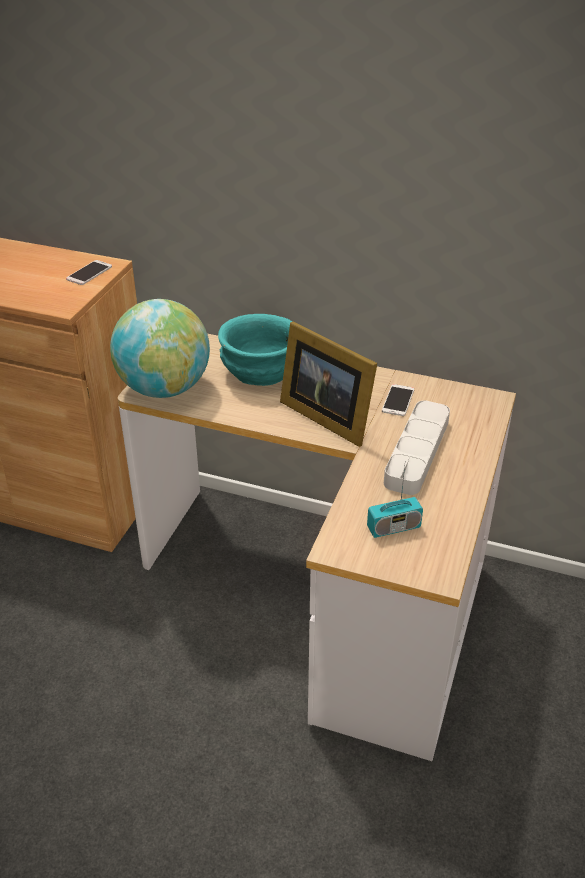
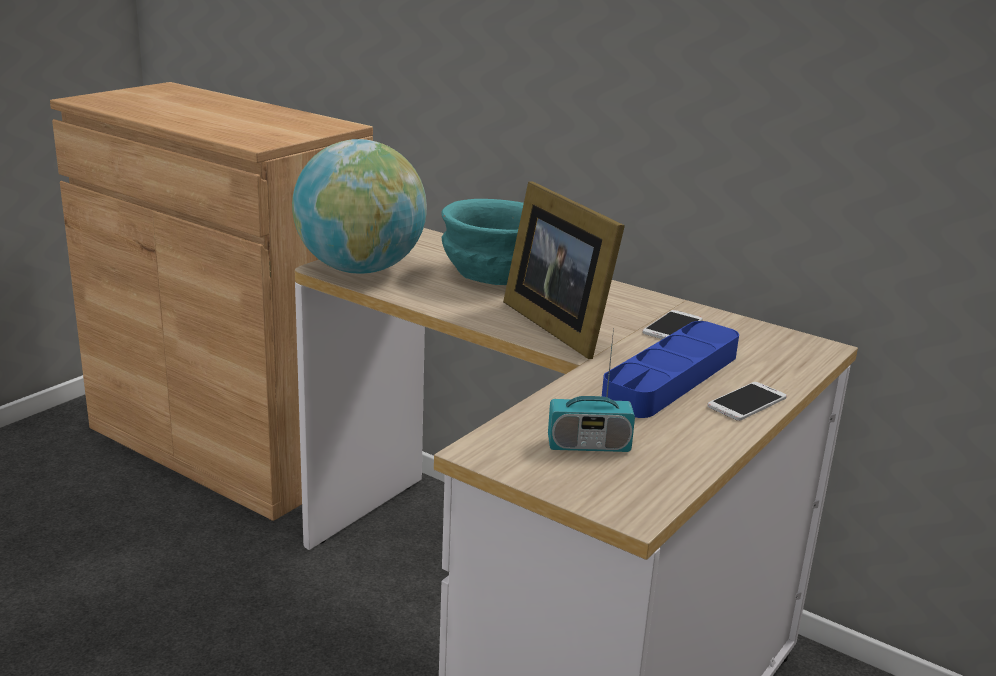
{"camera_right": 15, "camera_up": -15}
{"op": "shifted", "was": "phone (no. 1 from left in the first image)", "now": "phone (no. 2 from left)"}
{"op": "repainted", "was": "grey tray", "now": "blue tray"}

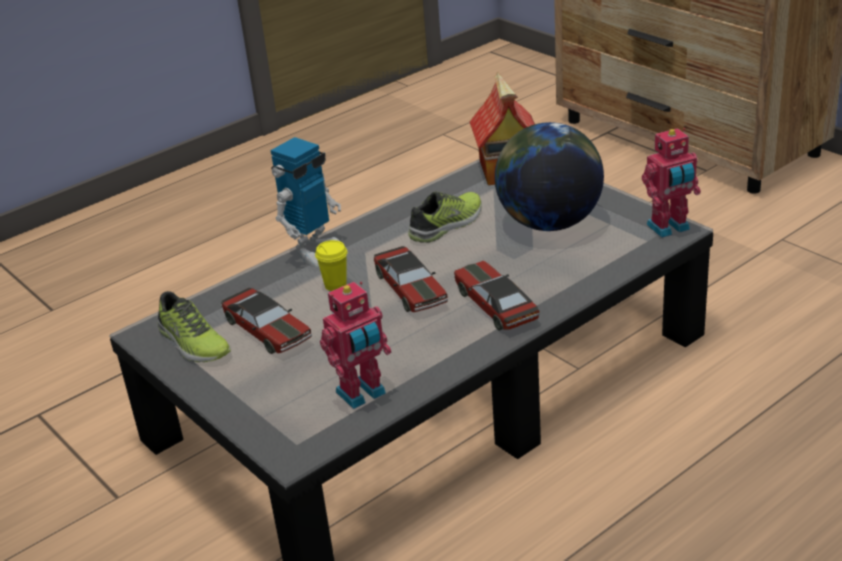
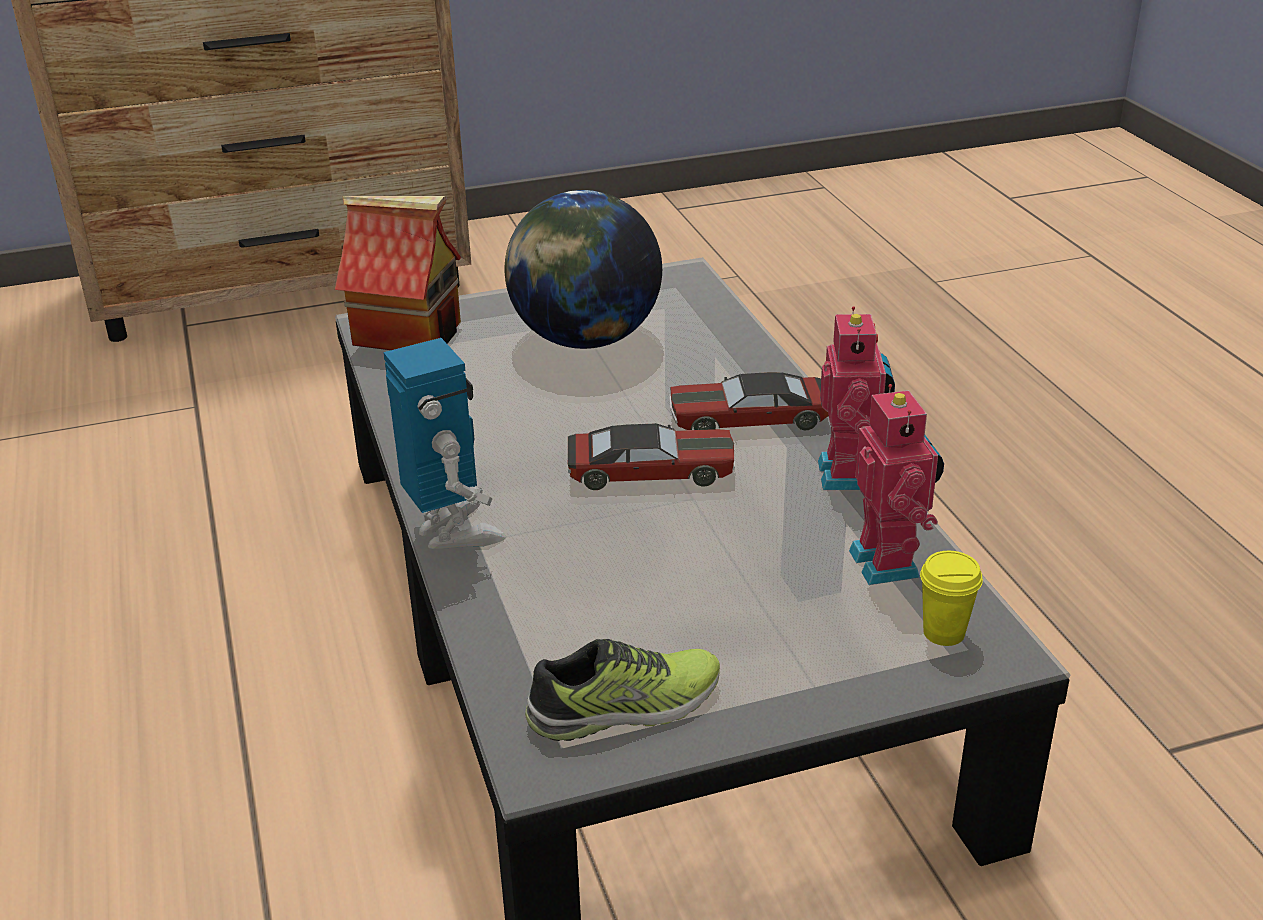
{"camera_right": -70, "camera_up": 0}
{"op": "shifted", "was": "toy robot (no. 3 from left in the first image)", "now": "toy robot (no. 2 from left)"}
{"op": "gone", "was": "shoe (no. 2 from left)"}
{"op": "shifted", "was": "yellow cup"}
{"op": "gone", "was": "toy car (no. 1 from left)"}

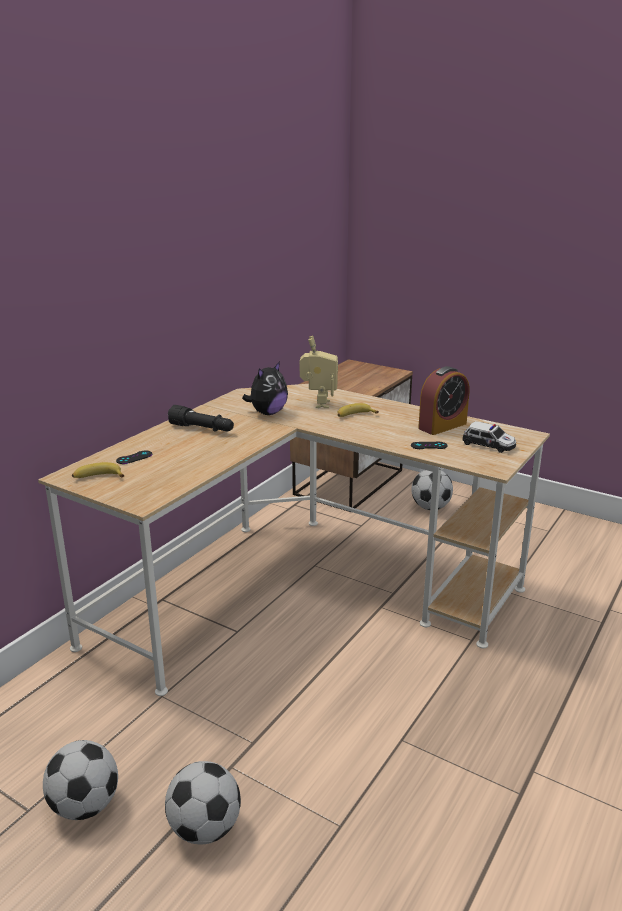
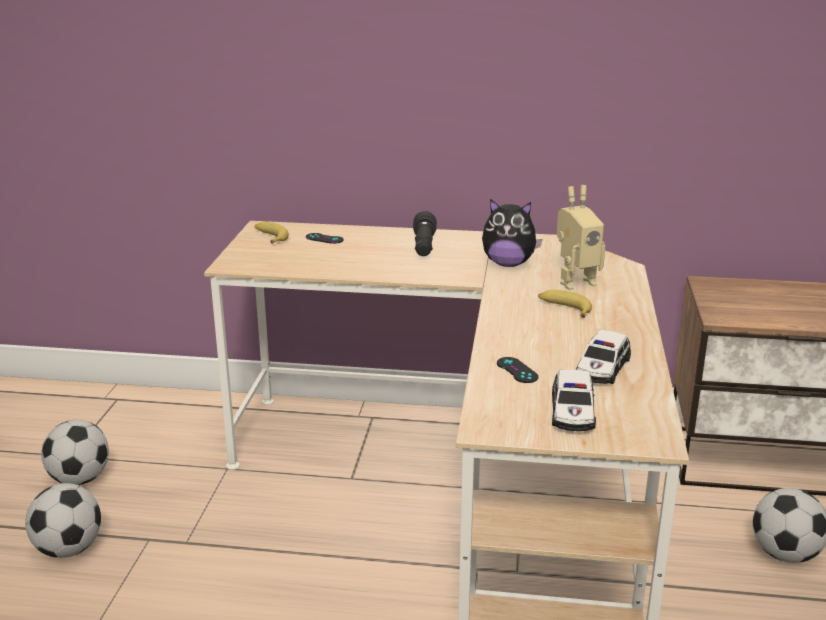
{"camera_right": 65, "camera_up": 0}
{"op": "swapped", "was": "alarm clock", "now": "toy car (no. 2 from left)"}

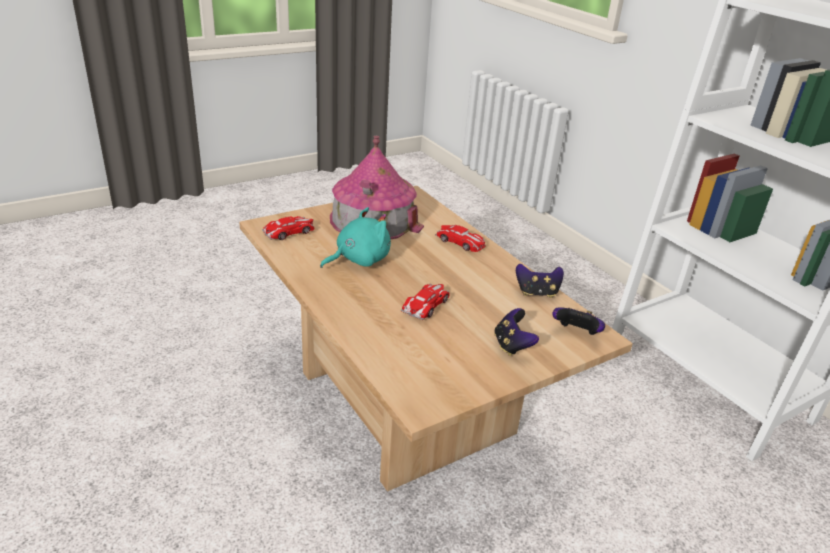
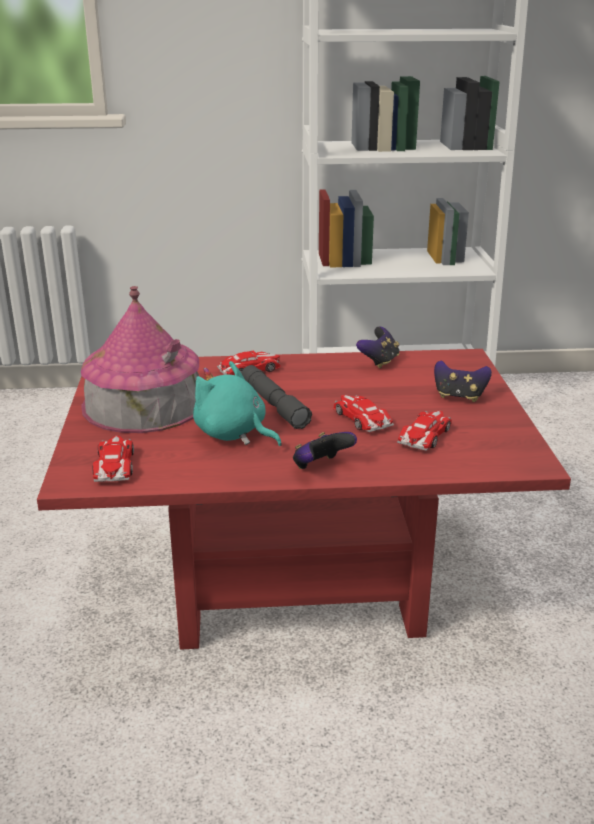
{"camera_right": -60, "camera_up": -5}
{"op": "repainted", "was": "beige coffee table", "now": "red coffee table"}
{"op": "rotated", "was": "turquoise plush toy", "clockwise": -45}
{"op": "shifted", "was": "game controller (no. 3 from left in the first image)", "now": "game controller (no. 1 from left)"}
{"op": "new", "now": "grey flashlight"}
{"op": "new", "now": "toy car (no. 4 from left)"}

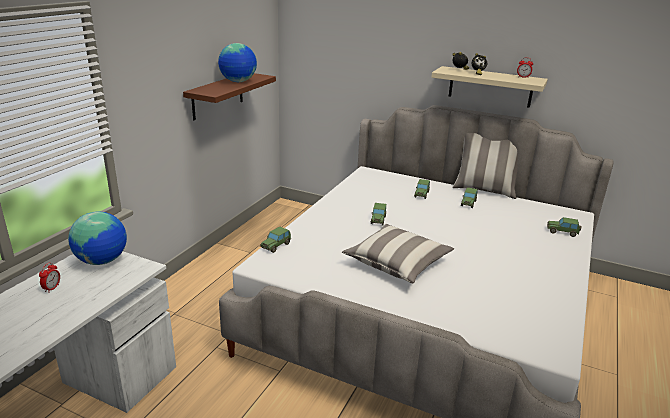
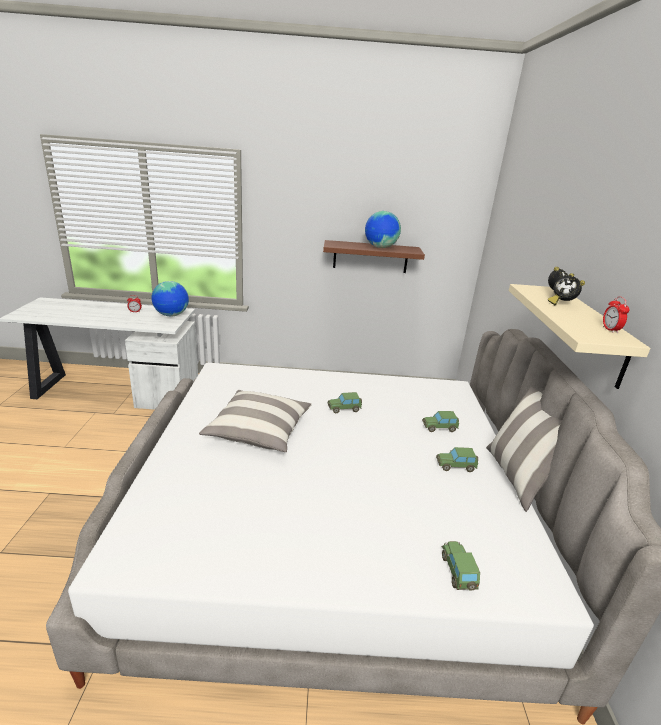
{"camera_right": 65, "camera_up": 0}
{"op": "gone", "was": "toy car (no. 1 from left)"}

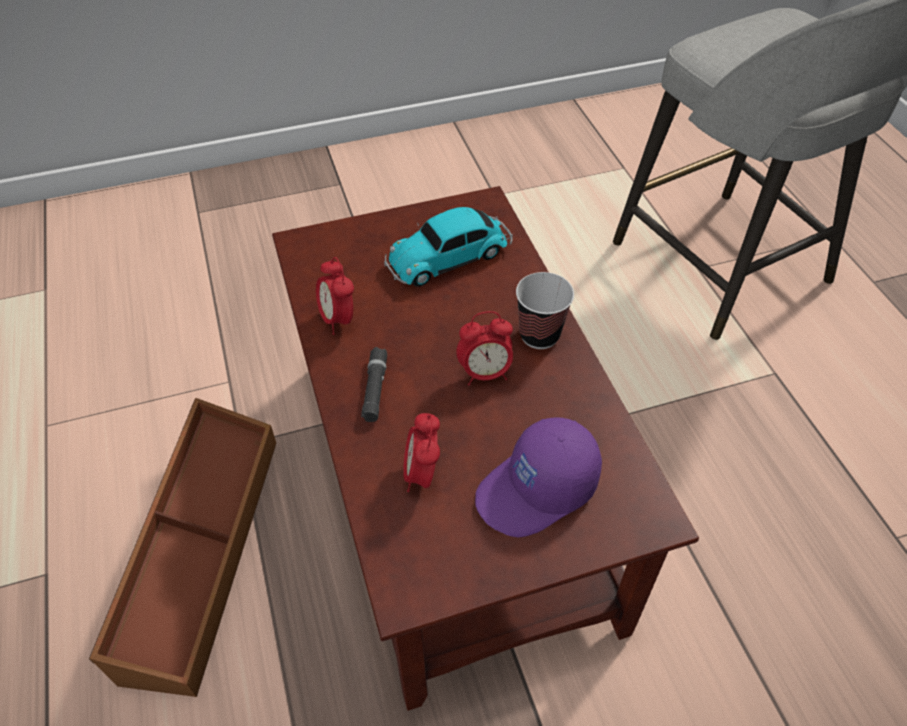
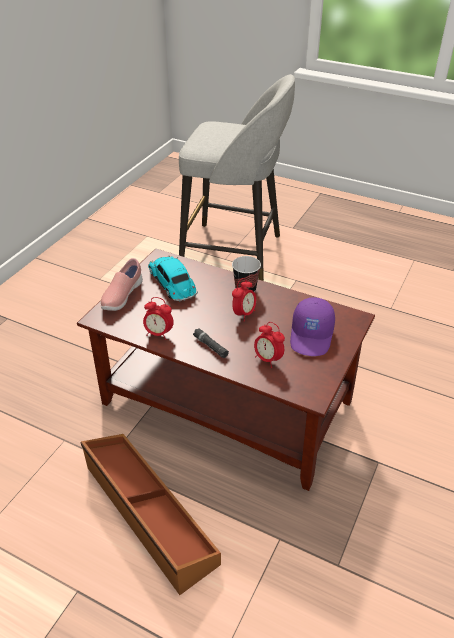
{"camera_right": -45, "camera_up": -10}
{"op": "rotated", "was": "toy car", "clockwise": 135}
{"op": "new", "now": "pink shoe"}

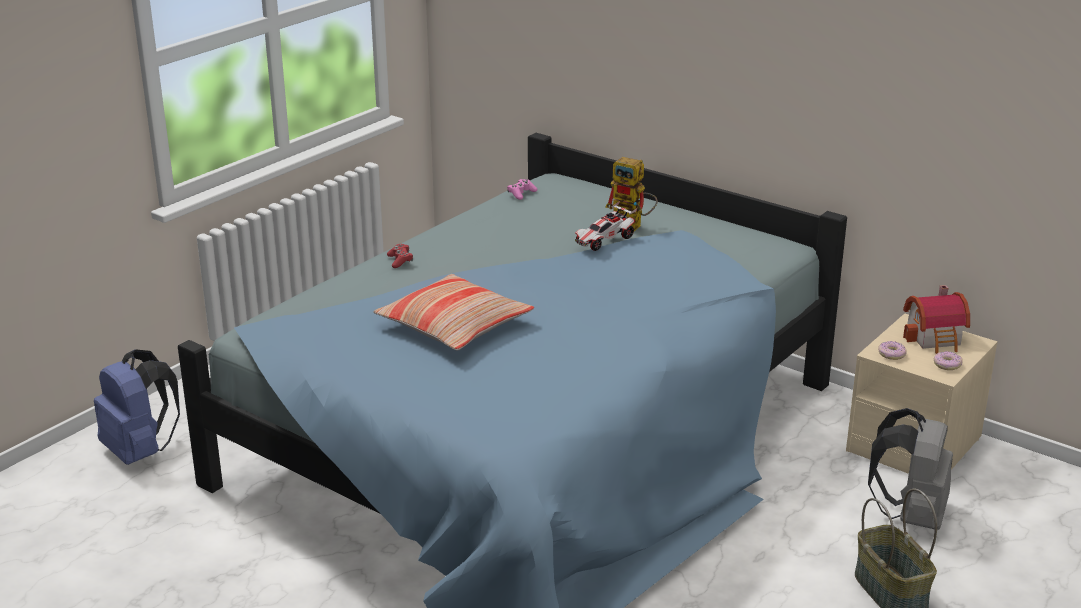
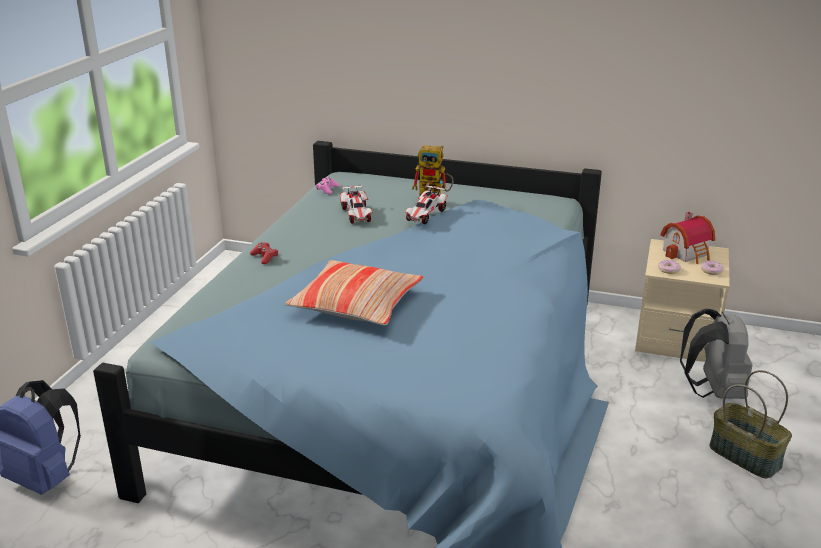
{"camera_right": -20, "camera_up": 0}
{"op": "new", "now": "toy car (no. 1 from left)"}

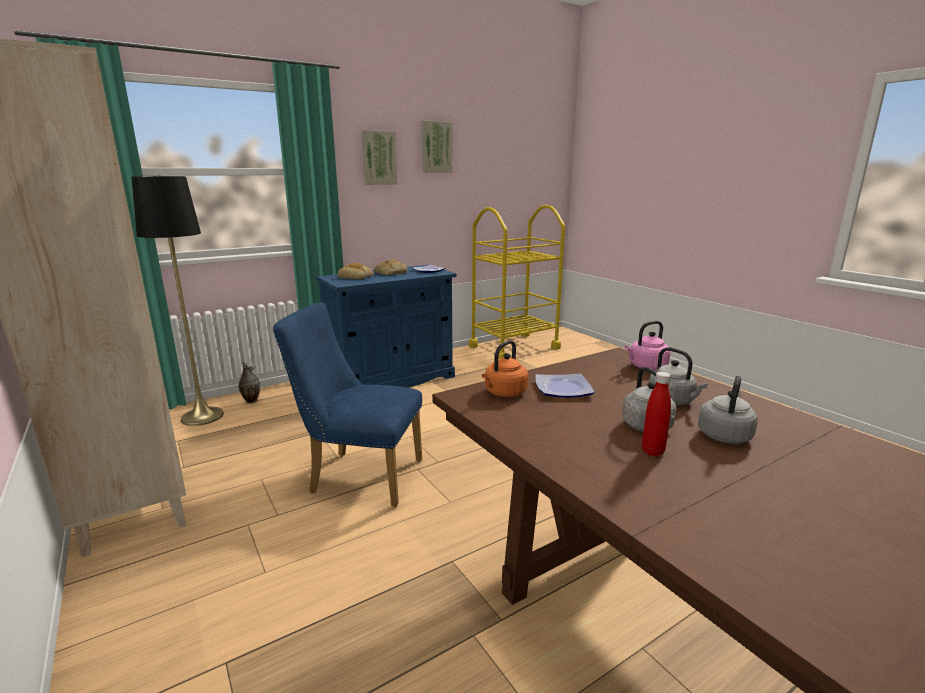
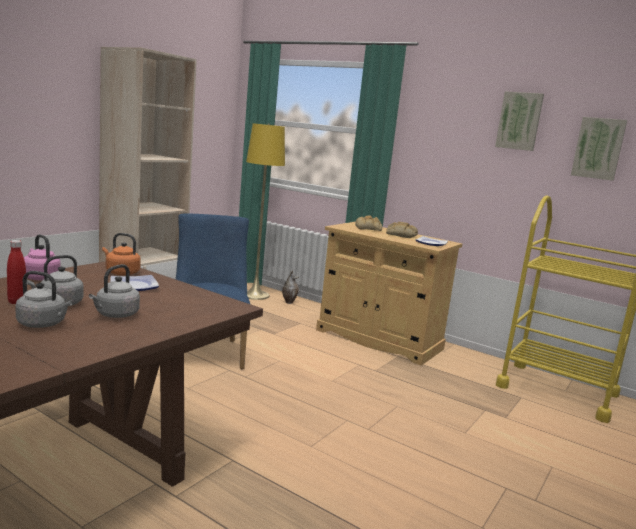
{"camera_right": 65, "camera_up": -5}
{"op": "shifted", "was": "picture (no. 1 from left in the first image)", "now": "picture (no. 2 from left)"}
{"op": "repainted", "was": "black floor lamp", "now": "yellow floor lamp"}
{"op": "repainted", "was": "blue cabinet", "now": "beige cabinet"}
{"op": "shifted", "was": "pink kettle"}

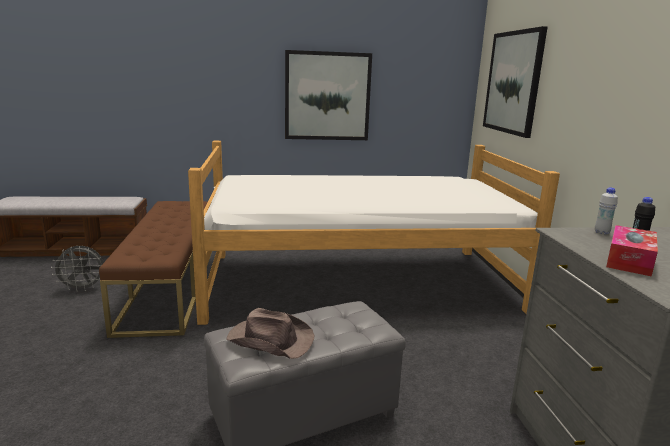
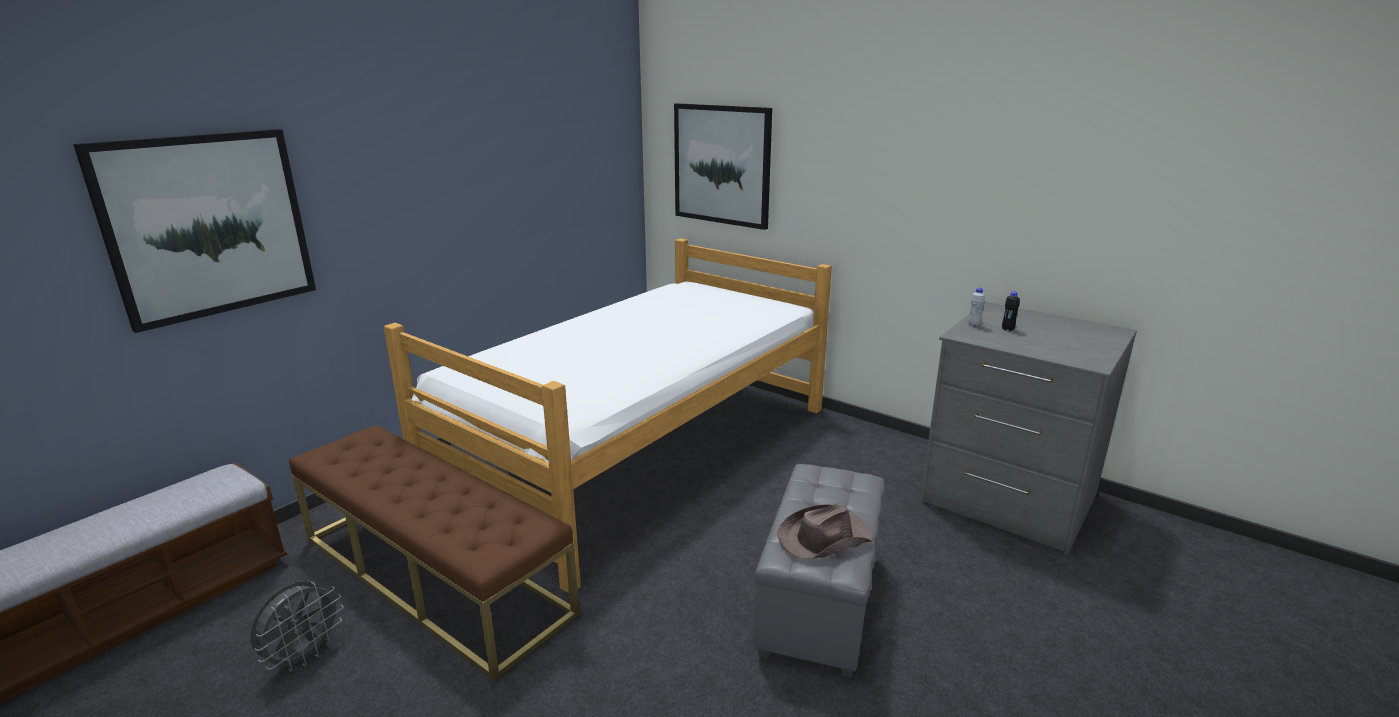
{"camera_right": -45, "camera_up": 5}
{"op": "shifted", "was": "picture (no. 1 from left)"}
{"op": "gone", "was": "tissue box"}

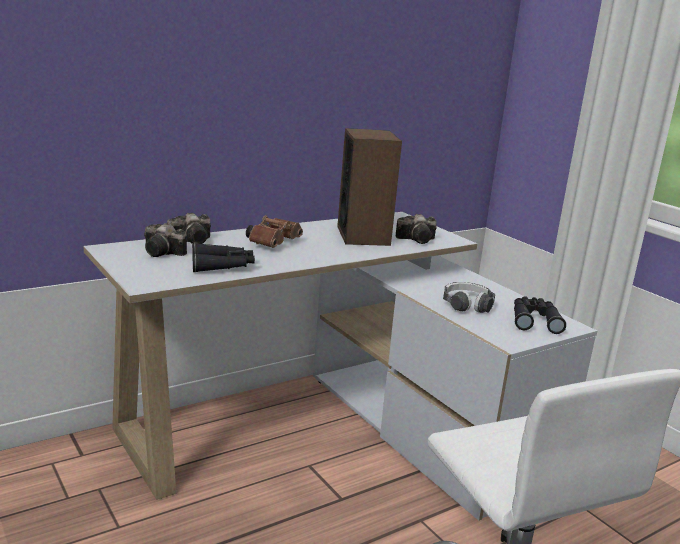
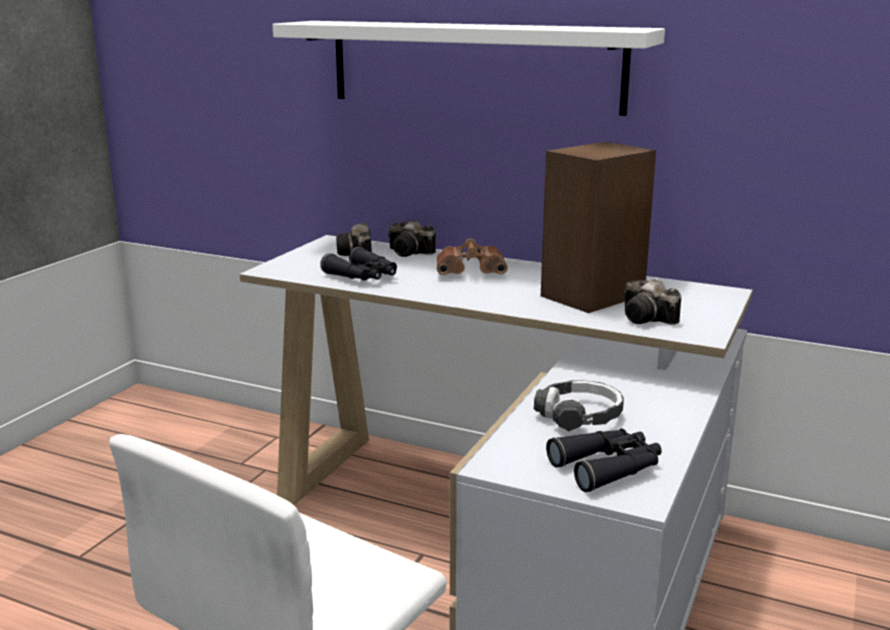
{"camera_right": 60, "camera_up": 0}
{"op": "new", "now": "white shelf"}

